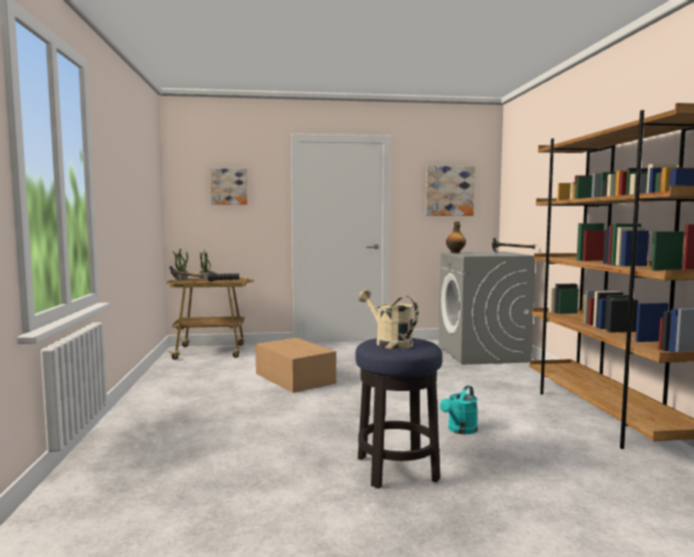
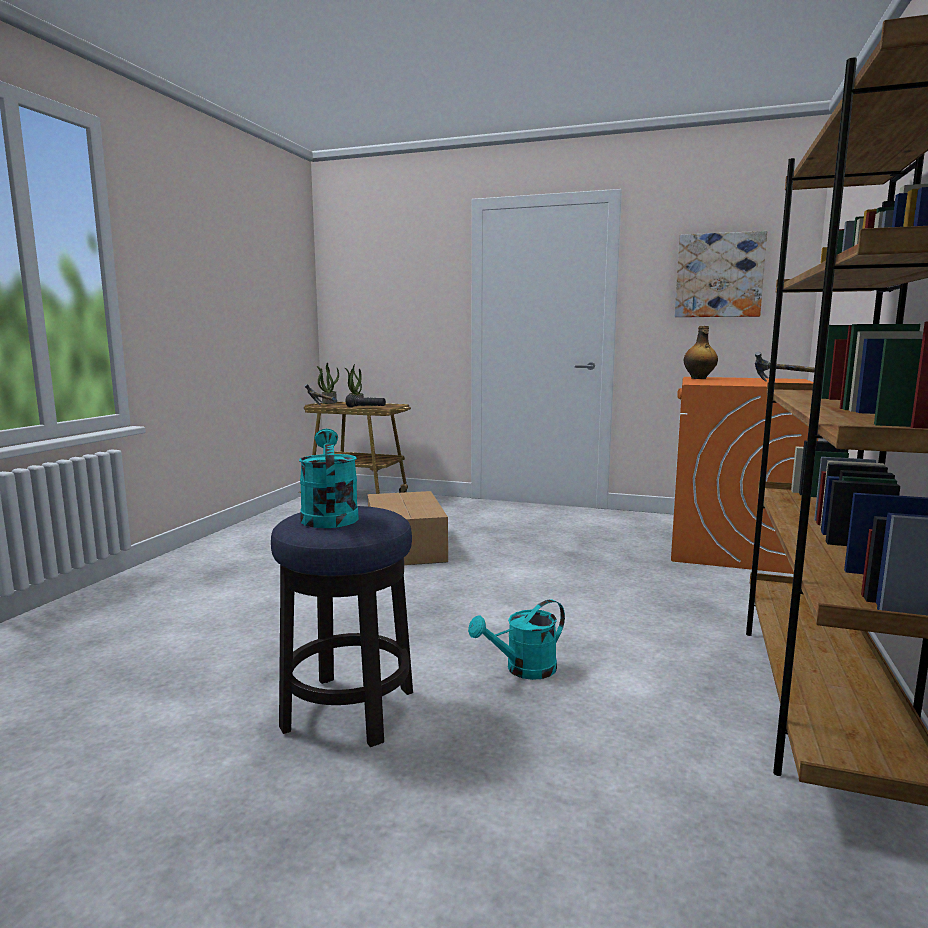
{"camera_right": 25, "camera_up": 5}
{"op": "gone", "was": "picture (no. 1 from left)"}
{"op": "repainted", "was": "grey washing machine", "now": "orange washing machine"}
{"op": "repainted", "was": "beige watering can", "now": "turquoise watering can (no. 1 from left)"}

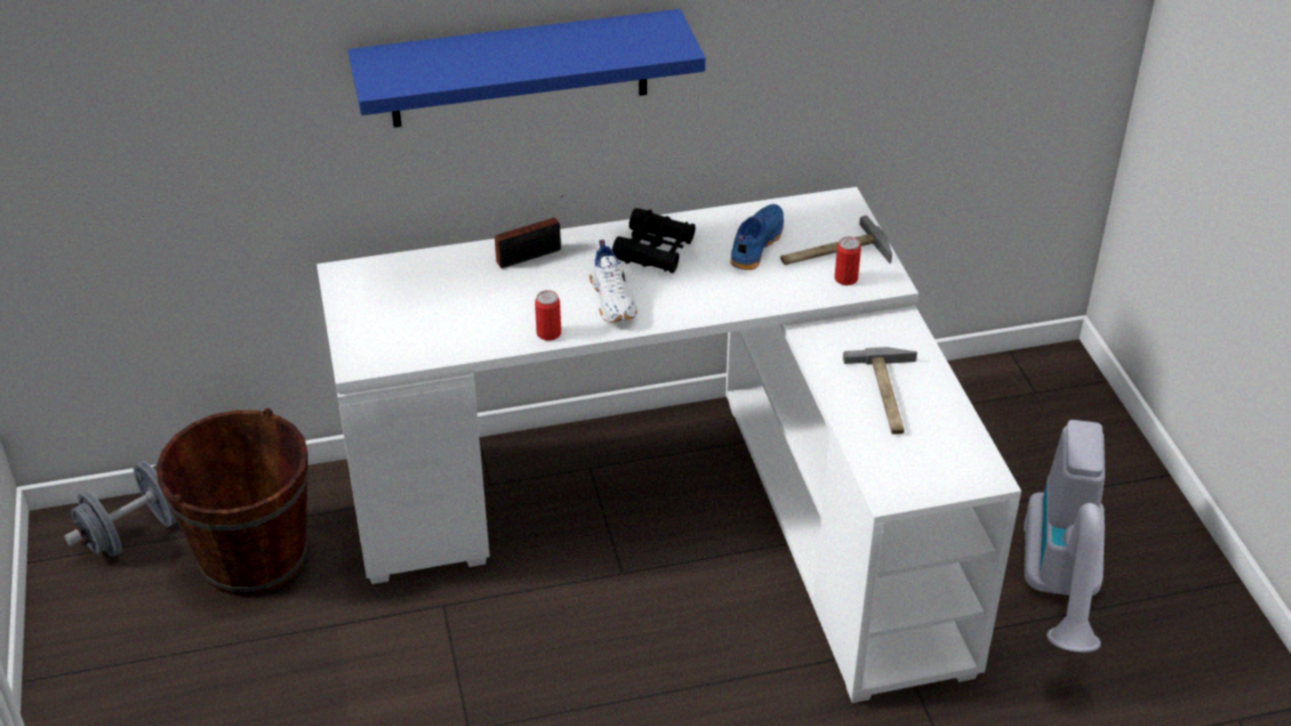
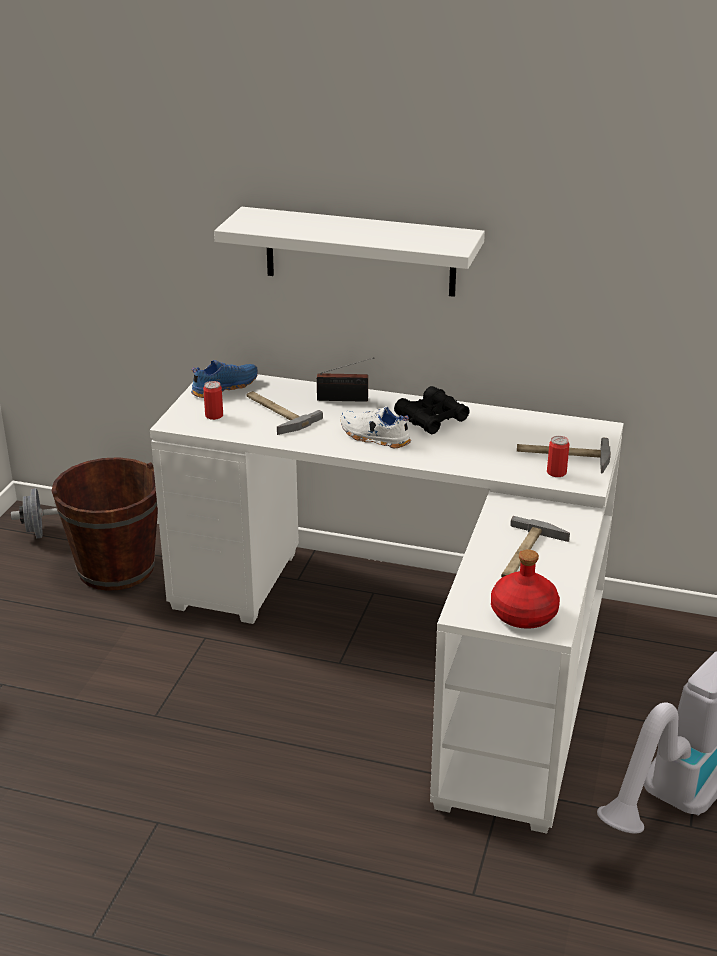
{"camera_right": 30, "camera_up": -10}
{"op": "repainted", "was": "blue shelf", "now": "white shelf"}
{"op": "shifted", "was": "blue shoe"}
{"op": "rotated", "was": "white shoe", "clockwise": 105}
{"op": "shifted", "was": "can (no. 1 from left)"}
{"op": "new", "now": "hammer (no. 1 from left)"}
{"op": "new", "now": "red bottle"}

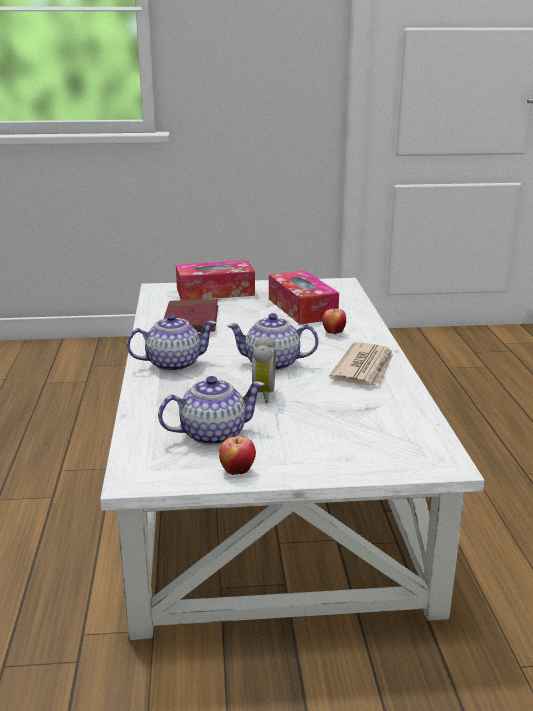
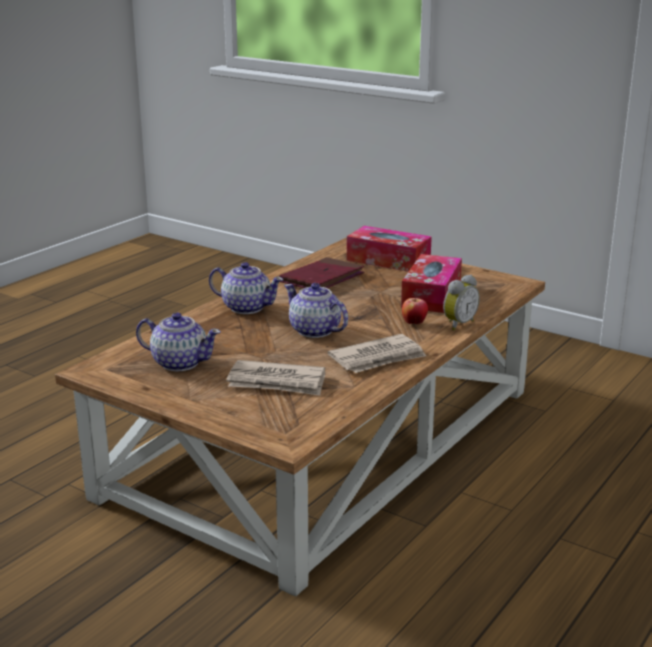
{"camera_right": 40, "camera_up": 0}
{"op": "repainted", "was": "white coffee table", "now": "brown coffee table"}
{"op": "shifted", "was": "alarm clock"}
{"op": "gone", "was": "apple (no. 1 from left)"}
{"op": "new", "now": "newspaper (no. 1 from left)"}

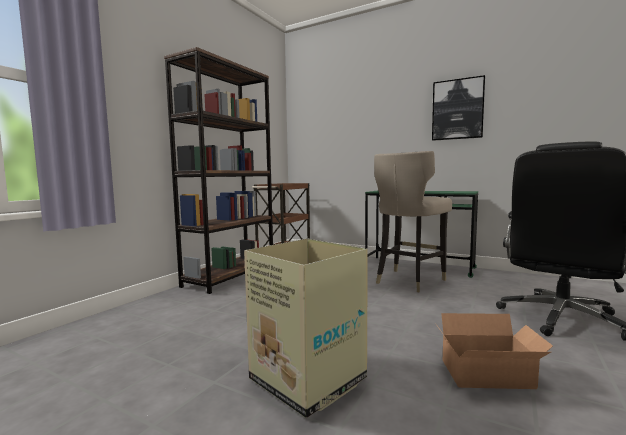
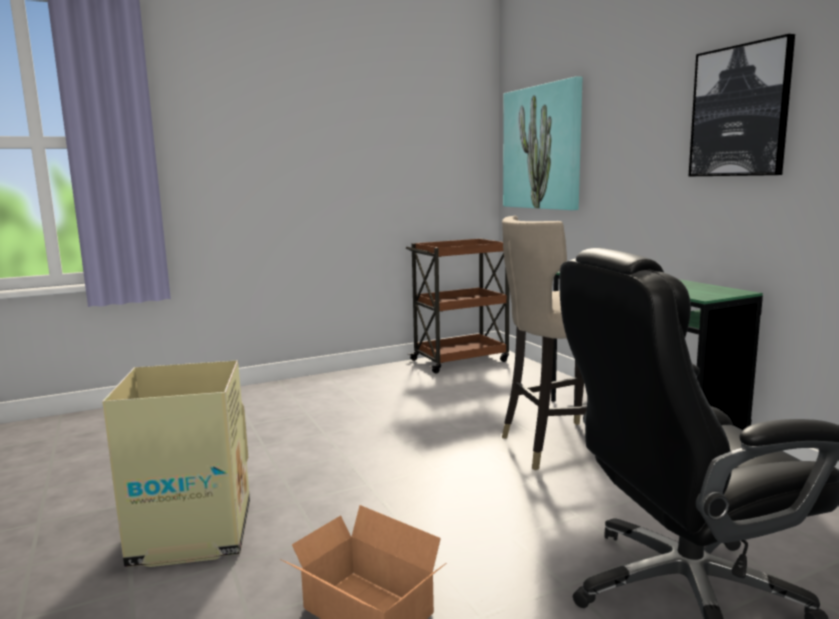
{"camera_right": 35, "camera_up": 5}
{"op": "gone", "was": "brown bookcase"}
{"op": "new", "now": "picture (no. 1 from left)"}

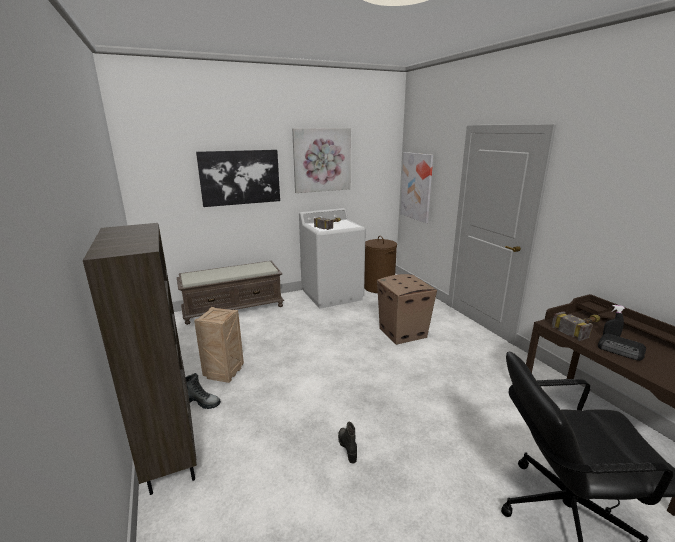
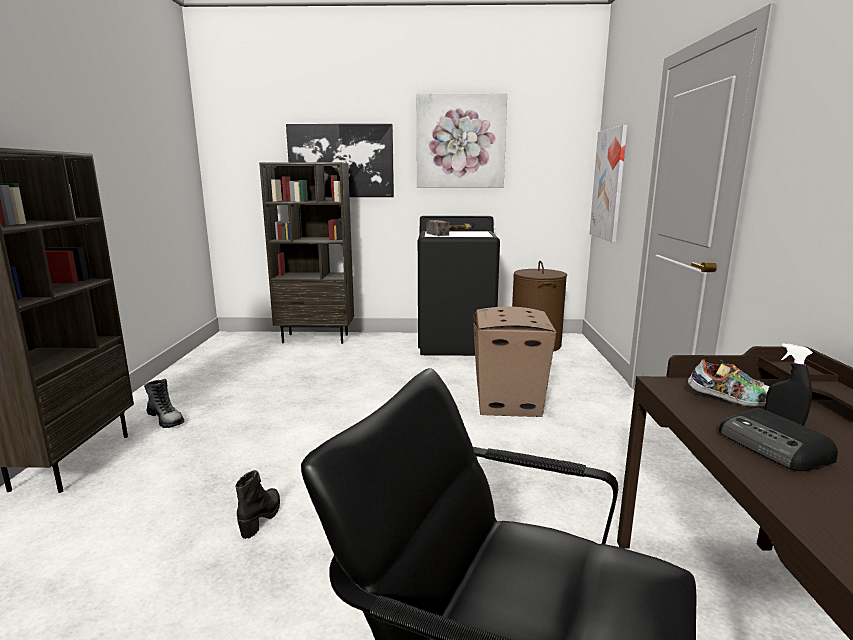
{"camera_right": 25, "camera_up": -5}
{"op": "repainted", "was": "white washing machine", "now": "black washing machine"}
{"op": "swapped", "was": "brown bench", "now": "brown bookcase (no. 2 from left)"}
{"op": "gone", "was": "crate"}
{"op": "swapped", "was": "hammer (no. 2 from left)", "now": "shoe"}

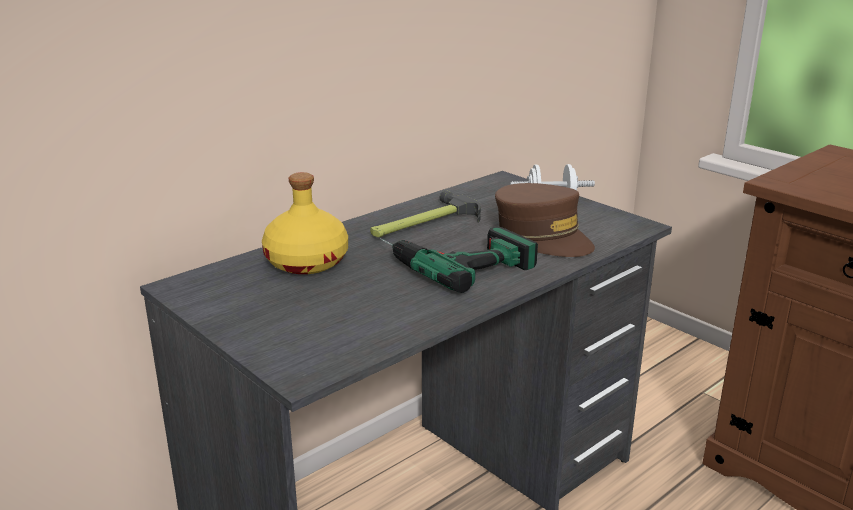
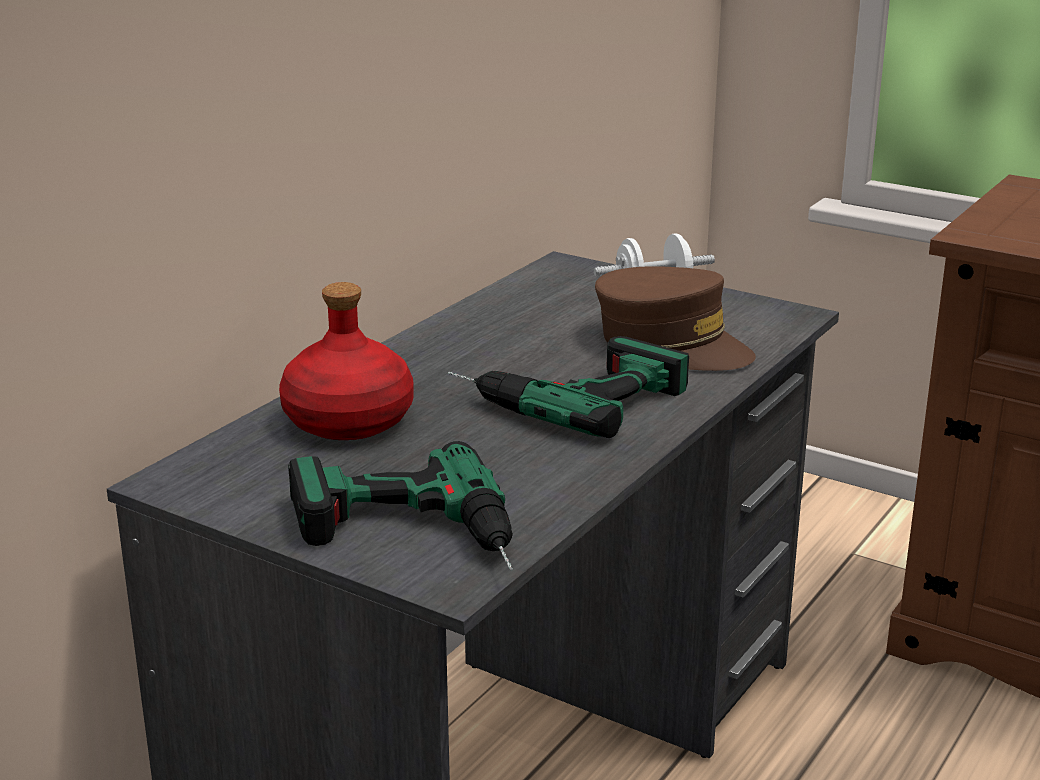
{"camera_right": -15, "camera_up": 0}
{"op": "repainted", "was": "yellow bottle", "now": "red bottle"}
{"op": "gone", "was": "hammer"}
{"op": "new", "now": "power drill (no. 1 from left)"}

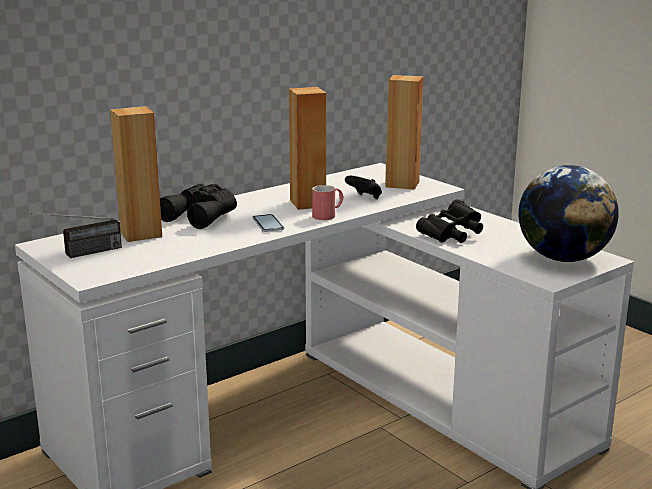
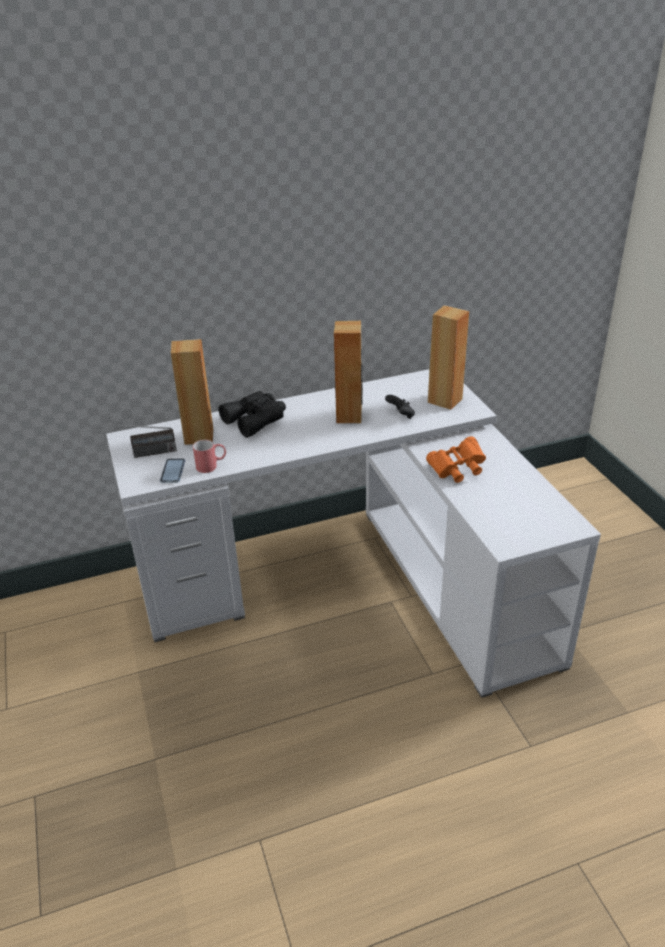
{"camera_right": 20, "camera_up": 15}
{"op": "gone", "was": "globe"}
{"op": "shifted", "was": "red mug"}
{"op": "repainted", "was": "black binoculars (no. 2 from left)", "now": "orange binoculars"}
{"op": "shifted", "was": "phone"}

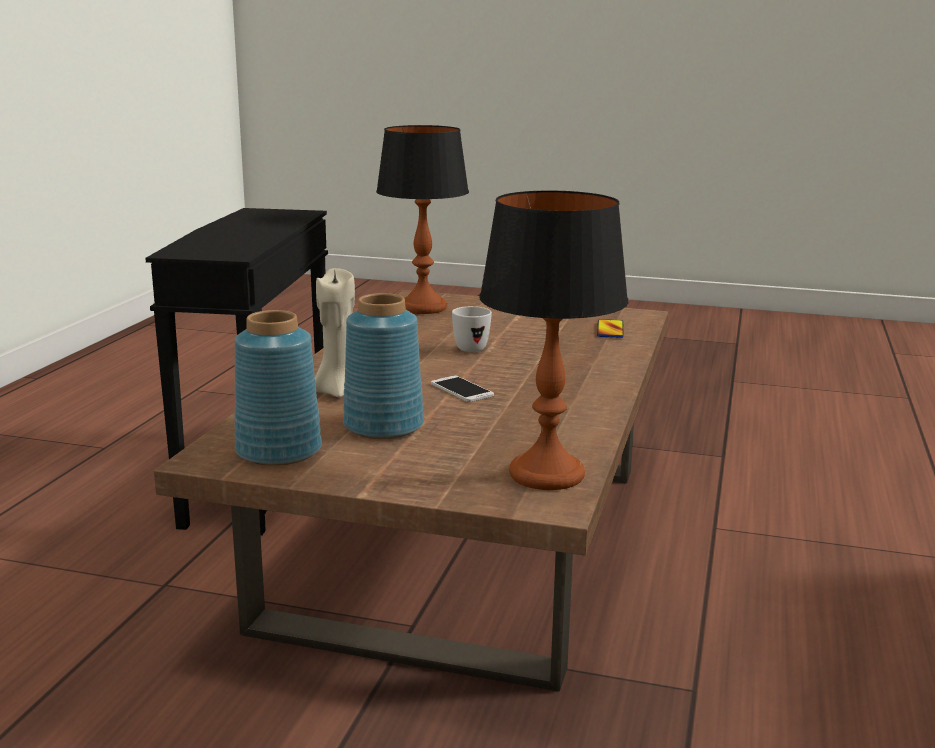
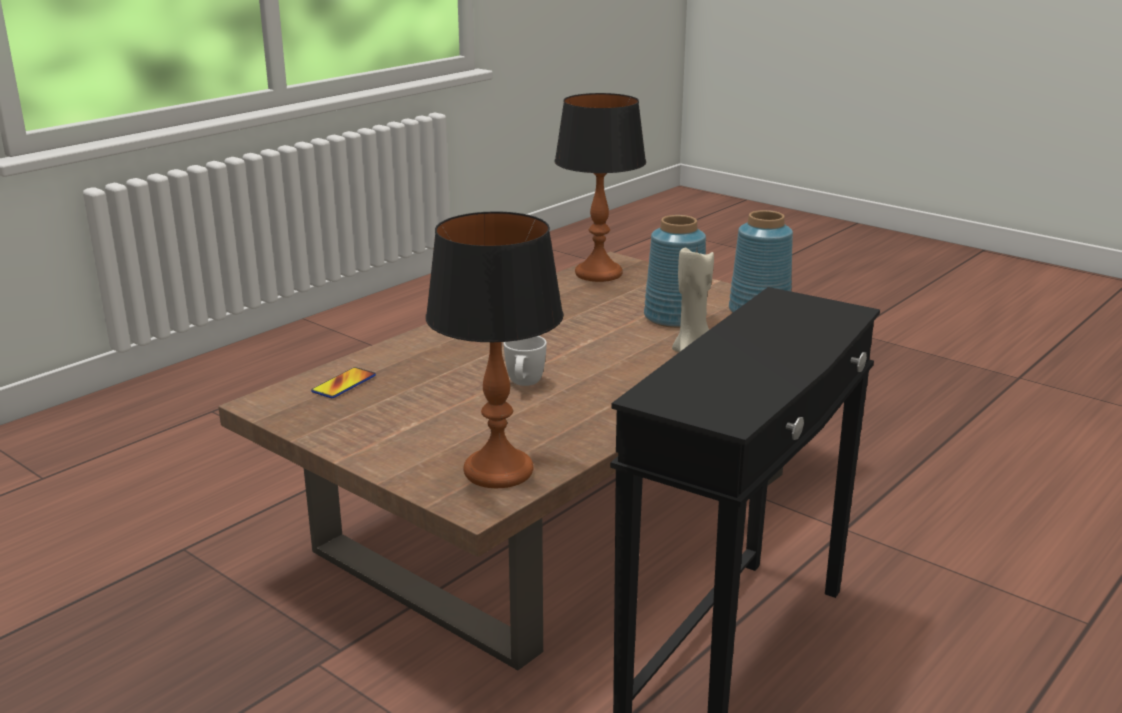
{"camera_right": -155, "camera_up": 5}
{"op": "gone", "was": "phone (no. 1 from left)"}

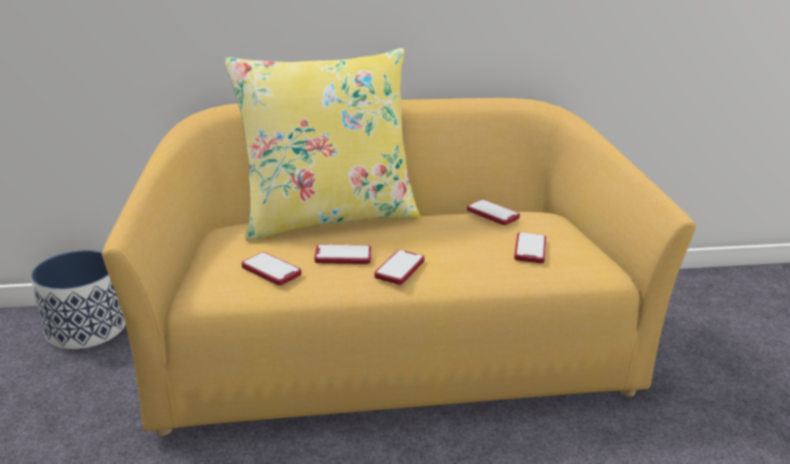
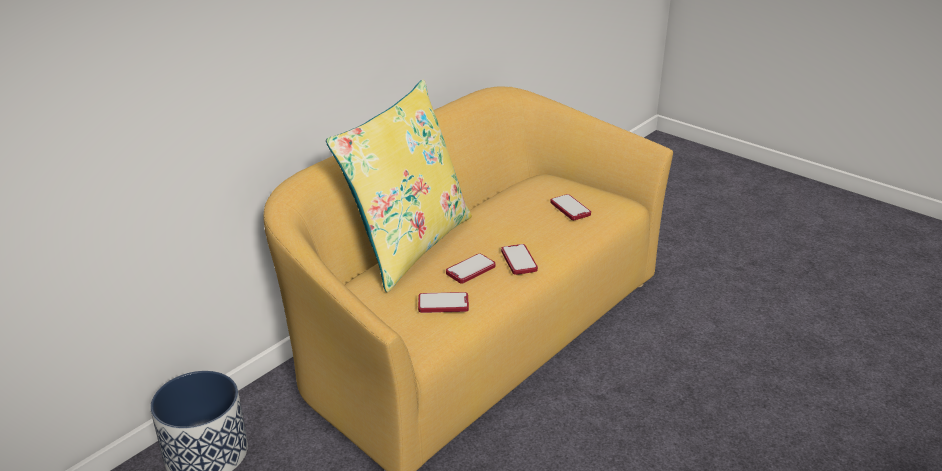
{"camera_right": -40, "camera_up": 5}
{"op": "gone", "was": "phone (no. 4 from left)"}

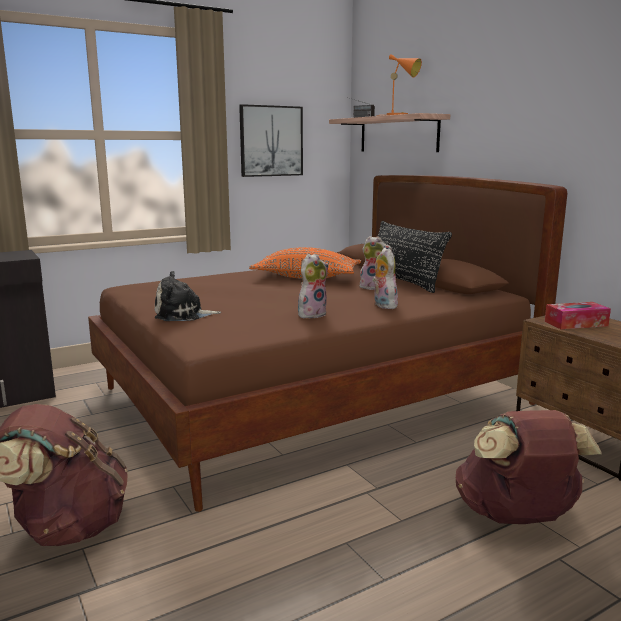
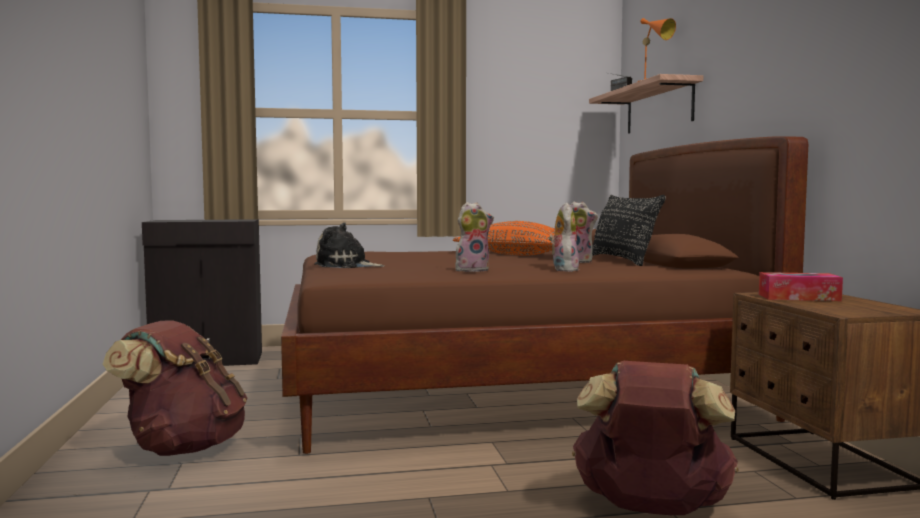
{"camera_right": 20, "camera_up": -10}
{"op": "gone", "was": "picture"}

